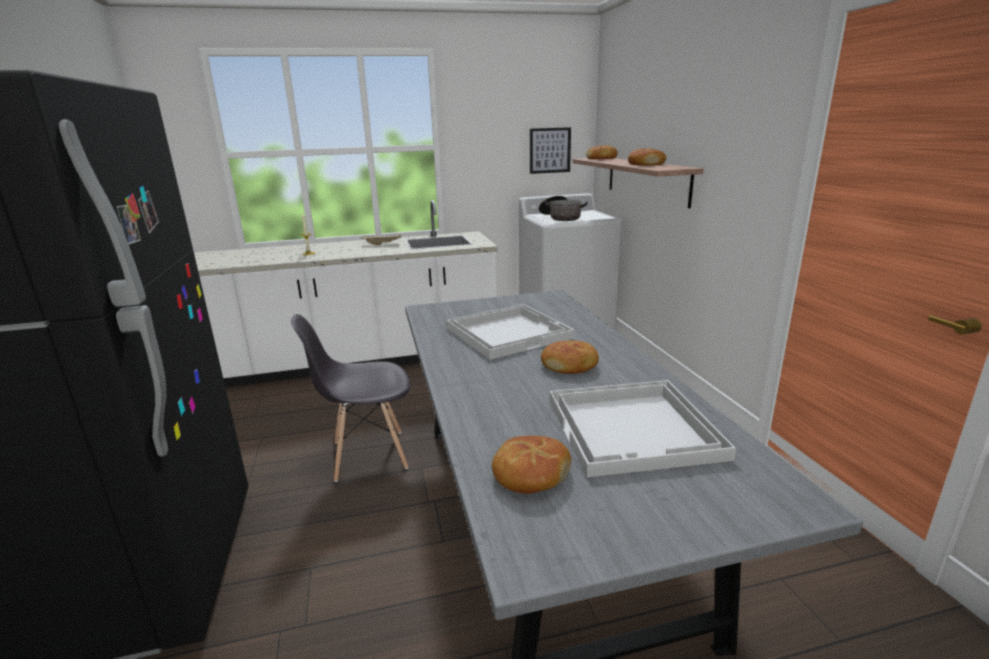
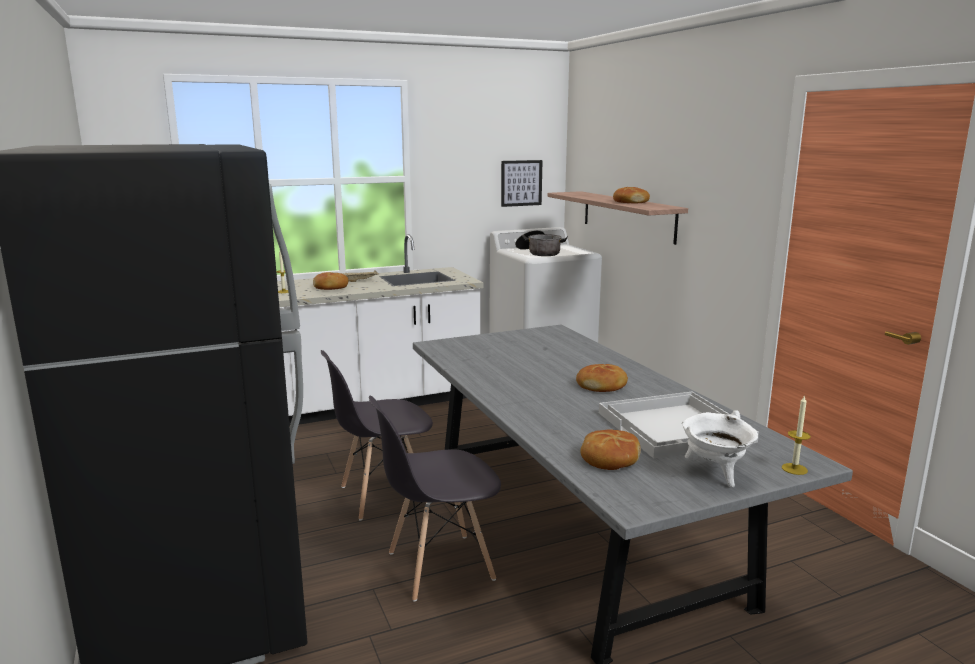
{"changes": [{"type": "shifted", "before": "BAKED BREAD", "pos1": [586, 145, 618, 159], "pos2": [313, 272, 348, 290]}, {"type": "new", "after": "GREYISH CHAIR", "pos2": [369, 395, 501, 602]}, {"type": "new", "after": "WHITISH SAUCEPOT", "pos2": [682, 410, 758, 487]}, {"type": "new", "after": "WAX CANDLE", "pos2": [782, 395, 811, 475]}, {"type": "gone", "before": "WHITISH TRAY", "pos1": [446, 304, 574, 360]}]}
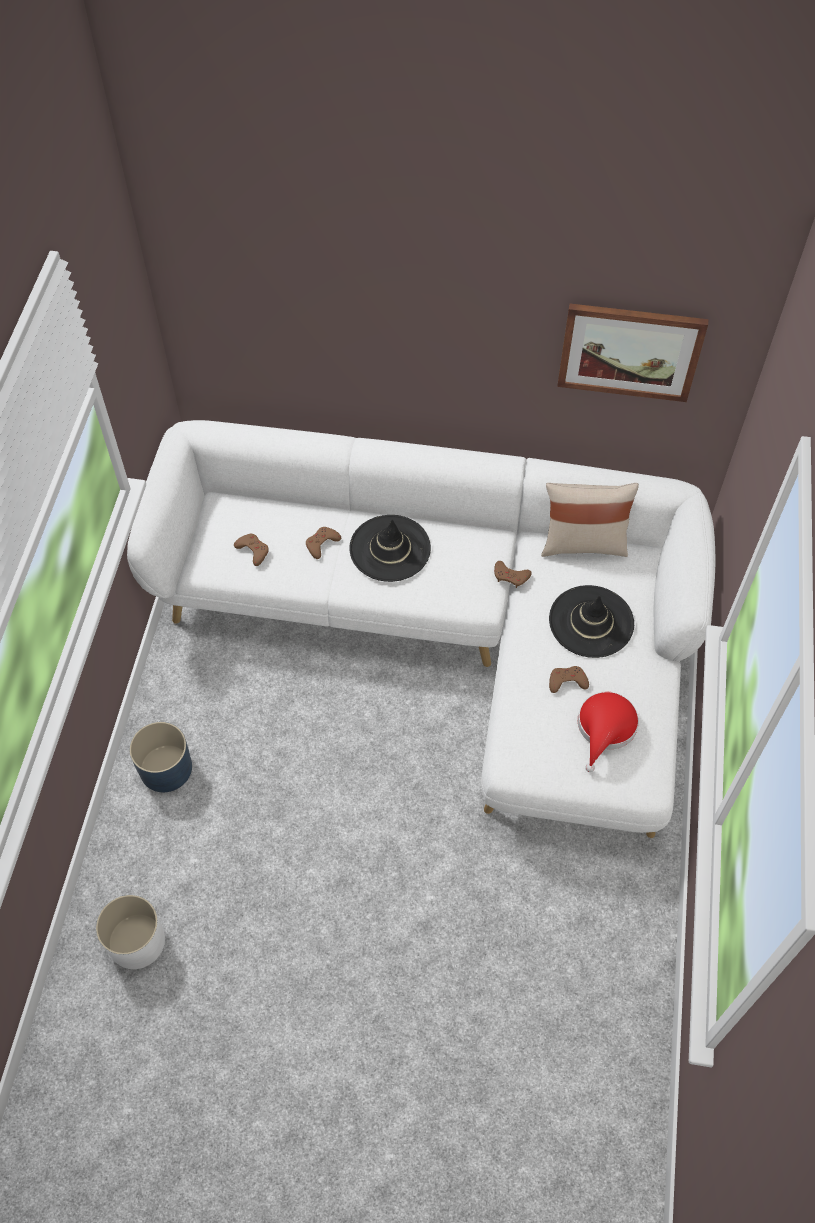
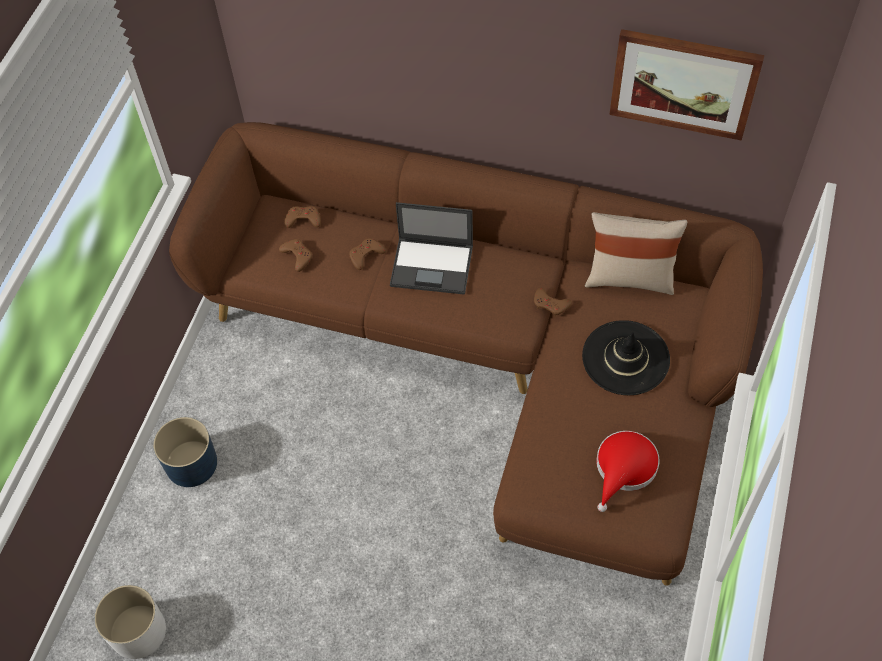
{"changes": [{"type": "repainted", "before": "WHITISH SOFA", "after": "BROWN SOFA", "pos1": [127, 420, 715, 838], "pos2": [169, 122, 763, 586]}, {"type": "shifted", "before": "BROWN GAME CONTROLLER", "pos1": [549, 666, 589, 693], "pos2": [285, 206, 321, 228]}, {"type": "swapped", "before": "BLACKISH CLOTHING HAT", "after": "NOTEBOOK COMPUTER", "pos1": [349, 515, 431, 582], "pos2": [390, 202, 473, 295]}]}
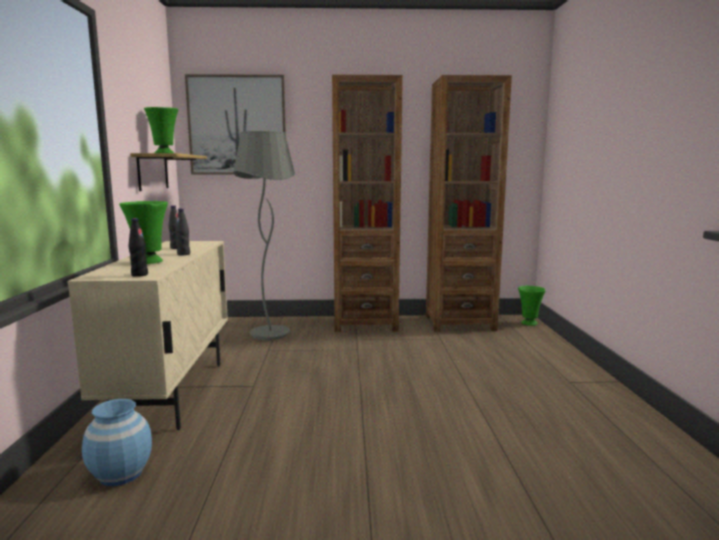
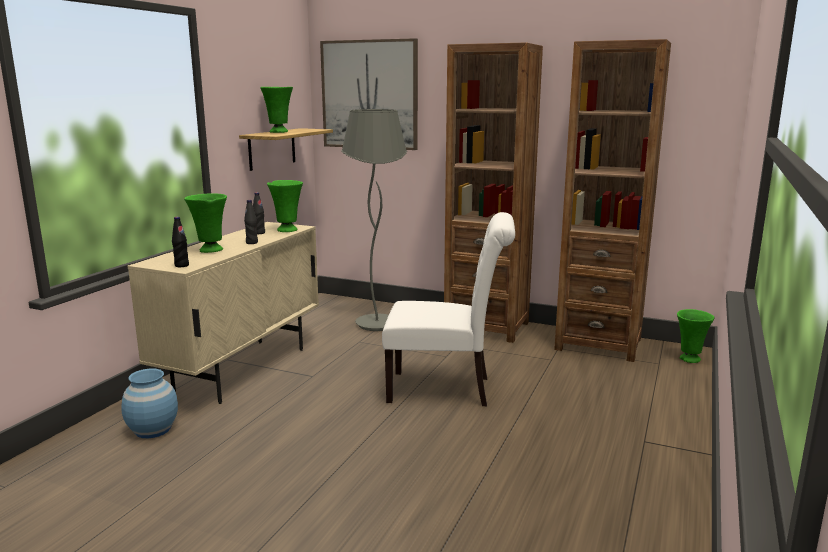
{"changes": [{"type": "new", "after": "GREENISH DECORATIVE VASE", "pos2": [267, 180, 303, 232]}, {"type": "new", "after": "WHITISH CHAIR", "pos2": [382, 212, 515, 406]}]}
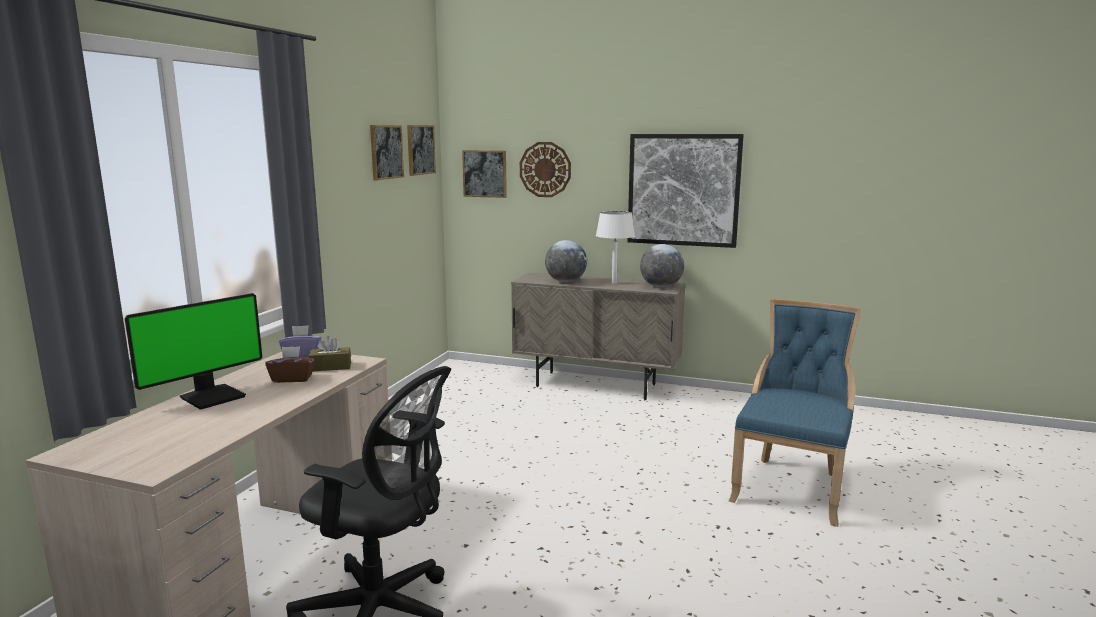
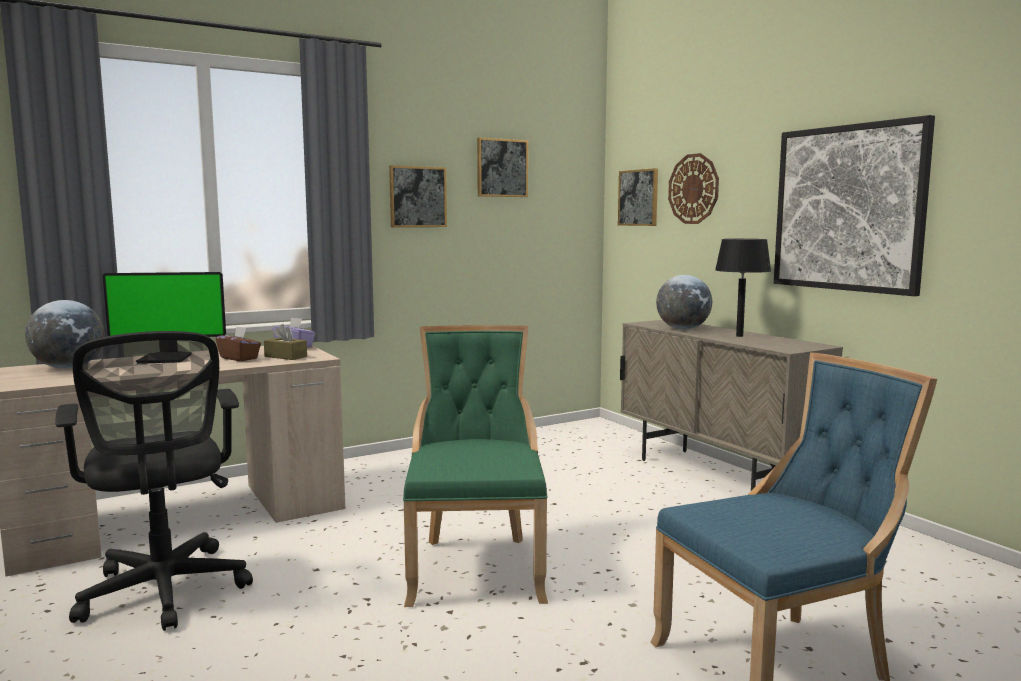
{"changes": [{"type": "shifted", "before": "GLOBE", "pos1": [640, 244, 684, 288], "pos2": [25, 300, 105, 369]}, {"type": "shifted", "before": "PICTURE", "pos1": [407, 125, 436, 176], "pos2": [389, 165, 447, 227]}, {"type": "new", "after": "GREENISH CHAIR", "pos2": [403, 325, 548, 607]}, {"type": "repainted", "before": "WHITISH LAMP FOR A TABLE", "after": "BLACKISH LAMP FOR A TABLE", "pos1": [596, 211, 635, 284], "pos2": [715, 239, 771, 337]}]}
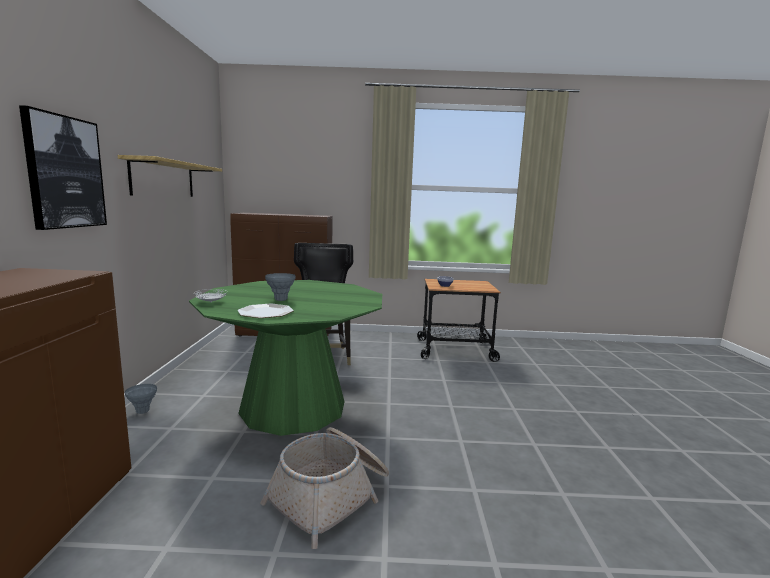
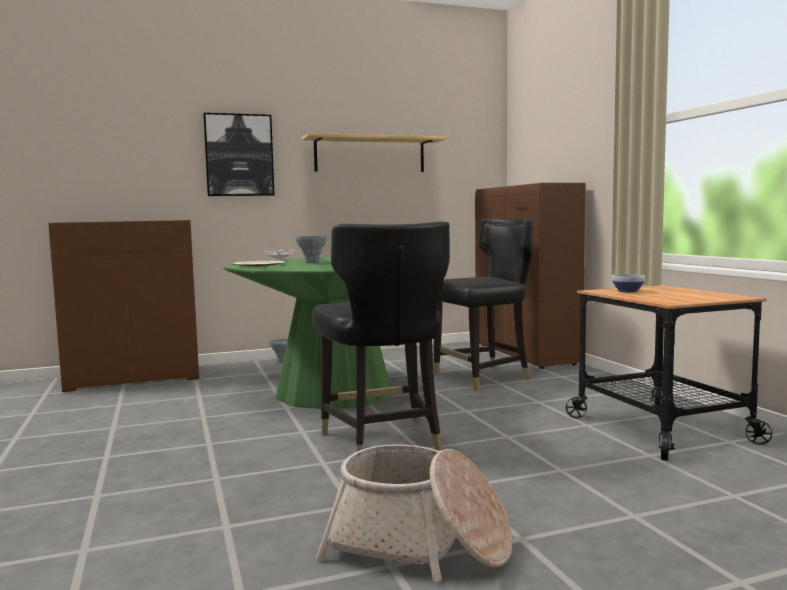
{"changes": [{"type": "new", "after": "BLACKISH CHAIR", "pos2": [312, 221, 450, 452]}, {"type": "shifted", "before": "STORAGE BASKET", "pos1": [260, 427, 389, 549], "pos2": [316, 444, 512, 582]}]}
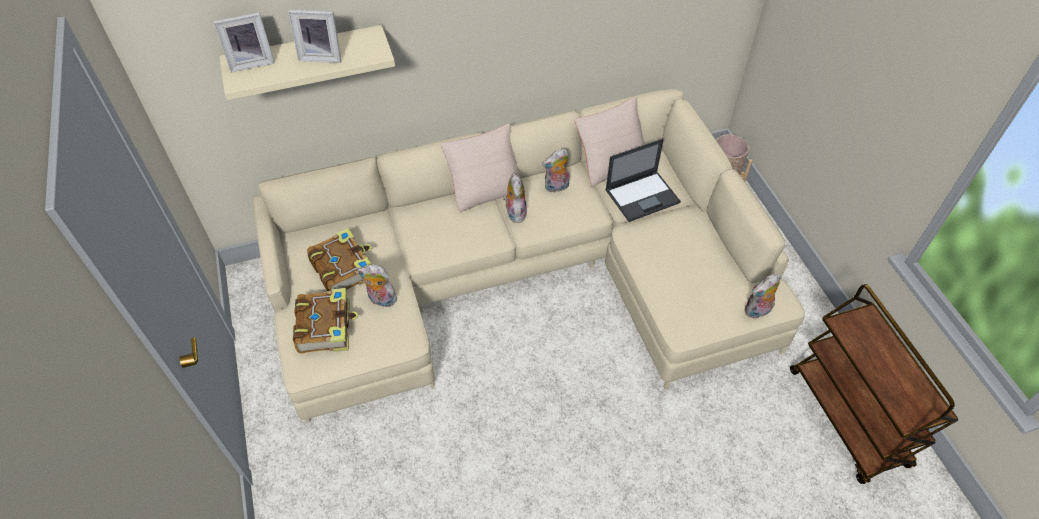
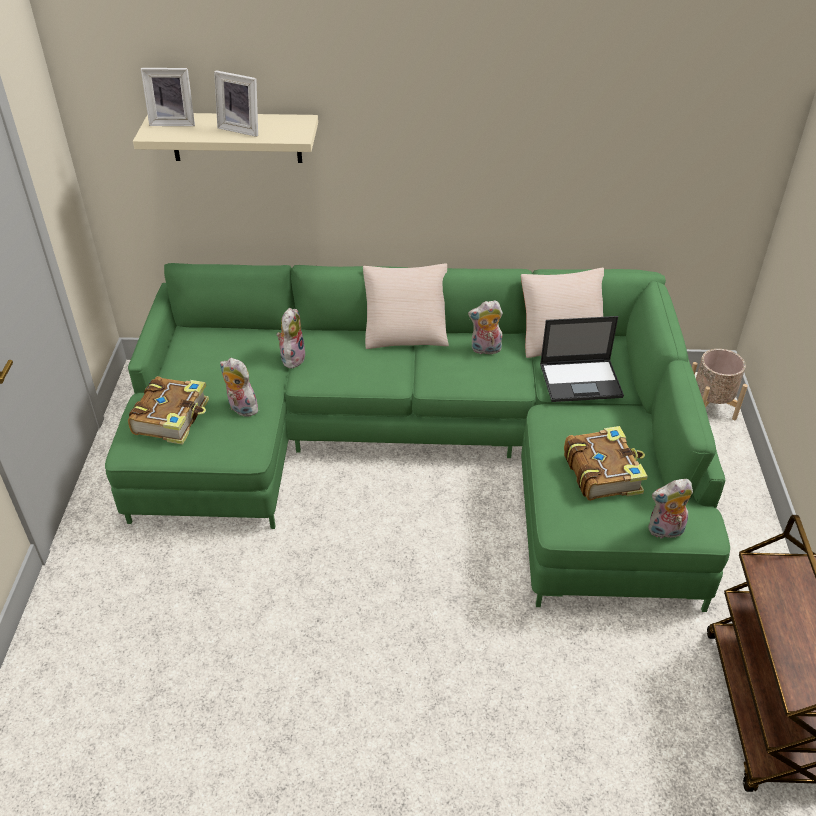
{"changes": [{"type": "repainted", "before": "BEIGE SOFA", "after": "GREENISH SOFA", "pos1": [253, 89, 805, 423], "pos2": [105, 263, 730, 612]}, {"type": "shifted", "before": "SOFT TOY", "pos1": [503, 172, 527, 223], "pos2": [276, 308, 305, 369]}, {"type": "shifted", "before": "BOOK", "pos1": [307, 228, 372, 291], "pos2": [564, 426, 648, 501]}]}
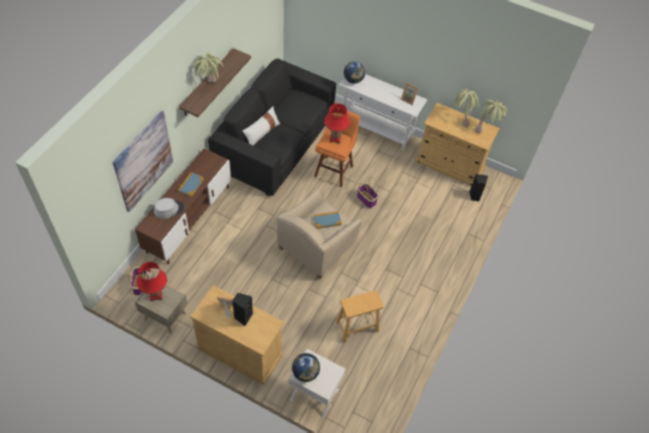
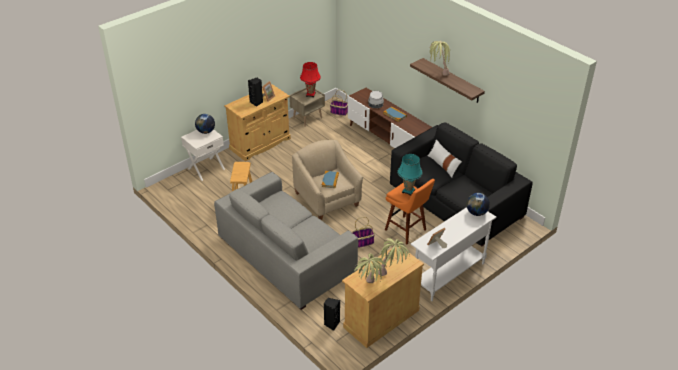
{"changes": [{"type": "new", "after": "GREYISH SOFA", "pos2": [214, 172, 358, 310]}, {"type": "repainted", "before": "REDDISH LAMP FOR A TABLE", "after": "TURQUOISE-COLOURED LAMP FOR A TABLE", "pos1": [324, 103, 350, 144], "pos2": [398, 154, 423, 196]}, {"type": "gone", "before": "PICTURE", "pos1": [112, 111, 173, 212]}]}
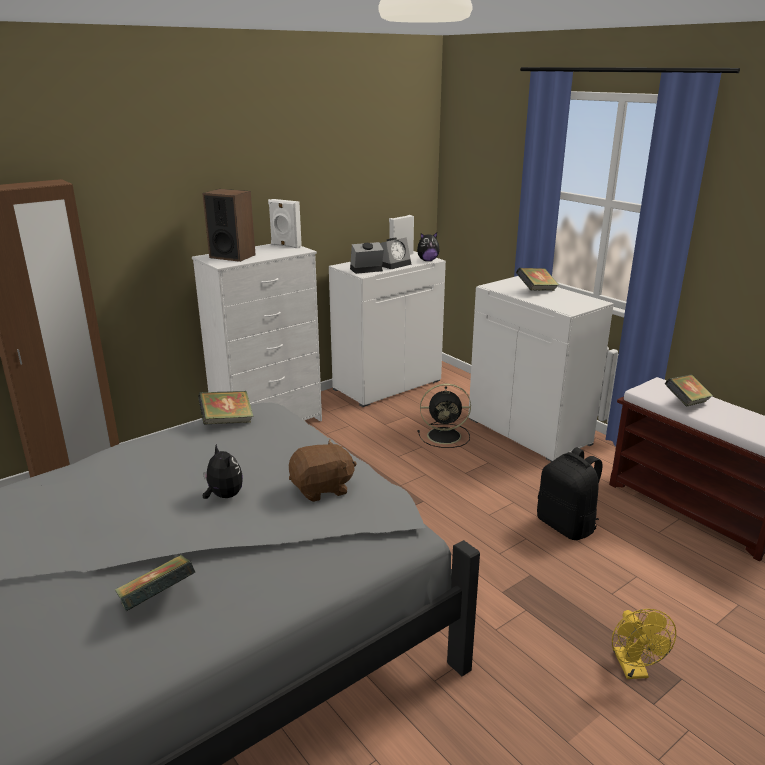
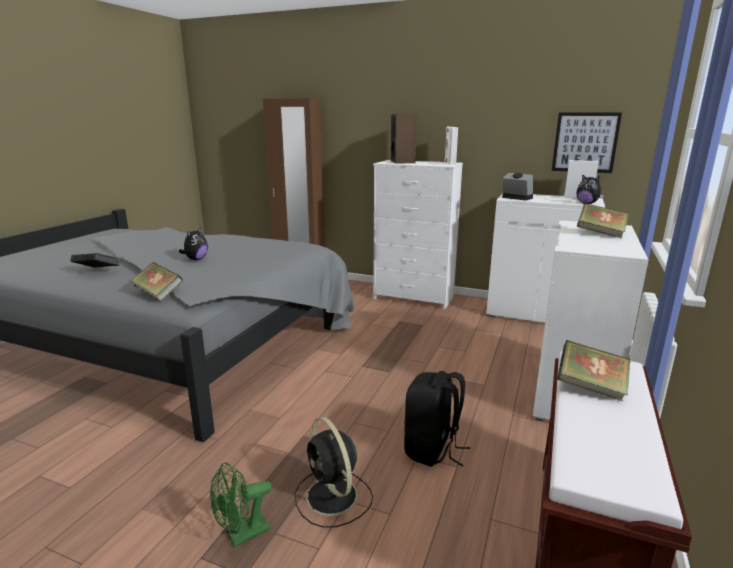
{"changes": [{"type": "shifted", "before": "BOOK", "pos1": [198, 391, 254, 424], "pos2": [131, 262, 183, 302]}, {"type": "repainted", "before": "YELLOW FAN", "after": "GREENISH FAN", "pos1": [612, 609, 676, 679], "pos2": [210, 462, 272, 547]}, {"type": "shifted", "before": "BLACKISH FAN", "pos1": [418, 384, 471, 448], "pos2": [295, 417, 373, 528]}, {"type": "new", "after": "PICTURE", "pos2": [552, 113, 622, 173]}, {"type": "gone", "before": "BROWN SOFT TOY", "pos1": [289, 440, 357, 502]}, {"type": "gone", "before": "BEDSIDE CLOCK", "pos1": [380, 237, 412, 269]}]}
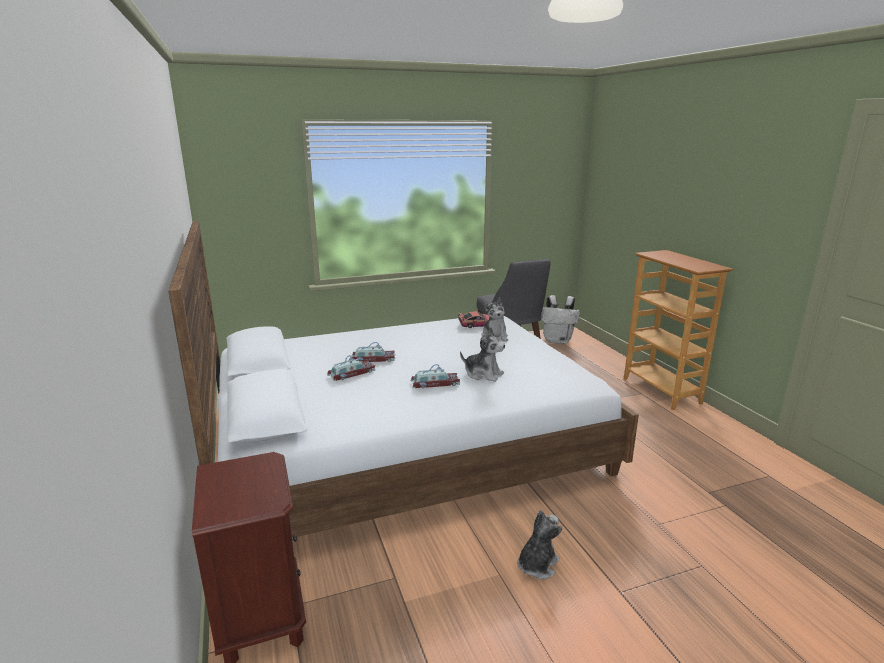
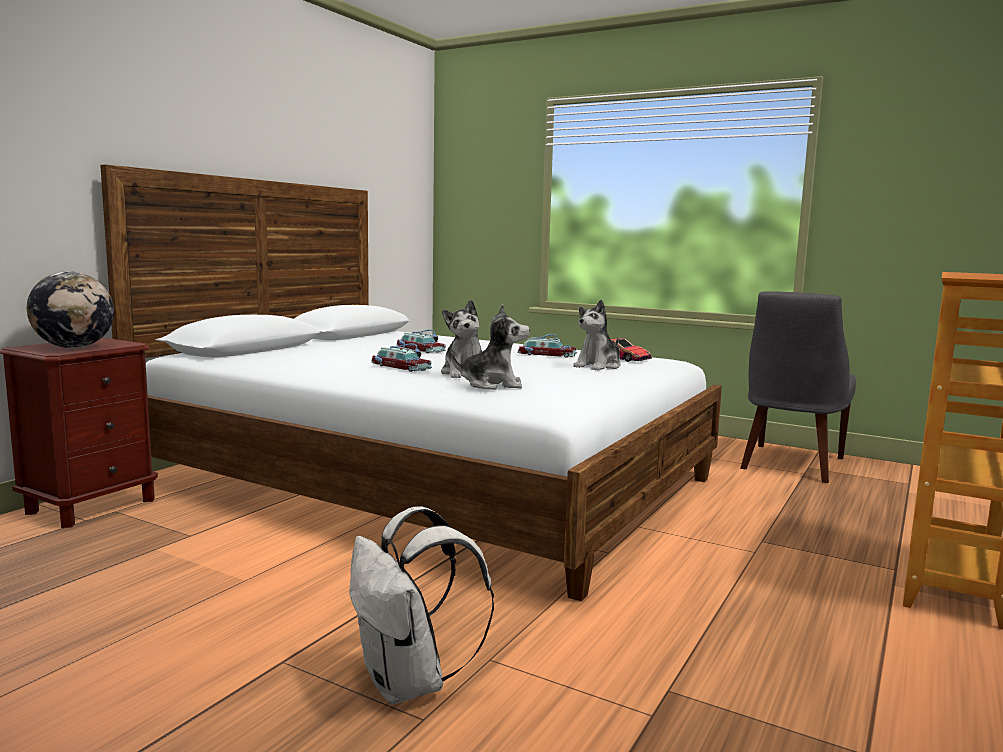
{"changes": [{"type": "new", "after": "GLOBE", "pos2": [27, 271, 114, 348]}, {"type": "shifted", "before": "WHITISH KNAPSACK", "pos1": [542, 295, 580, 344], "pos2": [349, 506, 494, 705]}, {"type": "shifted", "before": "SOFT TOY", "pos1": [517, 510, 562, 580], "pos2": [451, 304, 530, 390]}, {"type": "shifted", "before": "MINIATURE CAR", "pos1": [327, 355, 375, 381], "pos2": [517, 334, 577, 358]}]}
